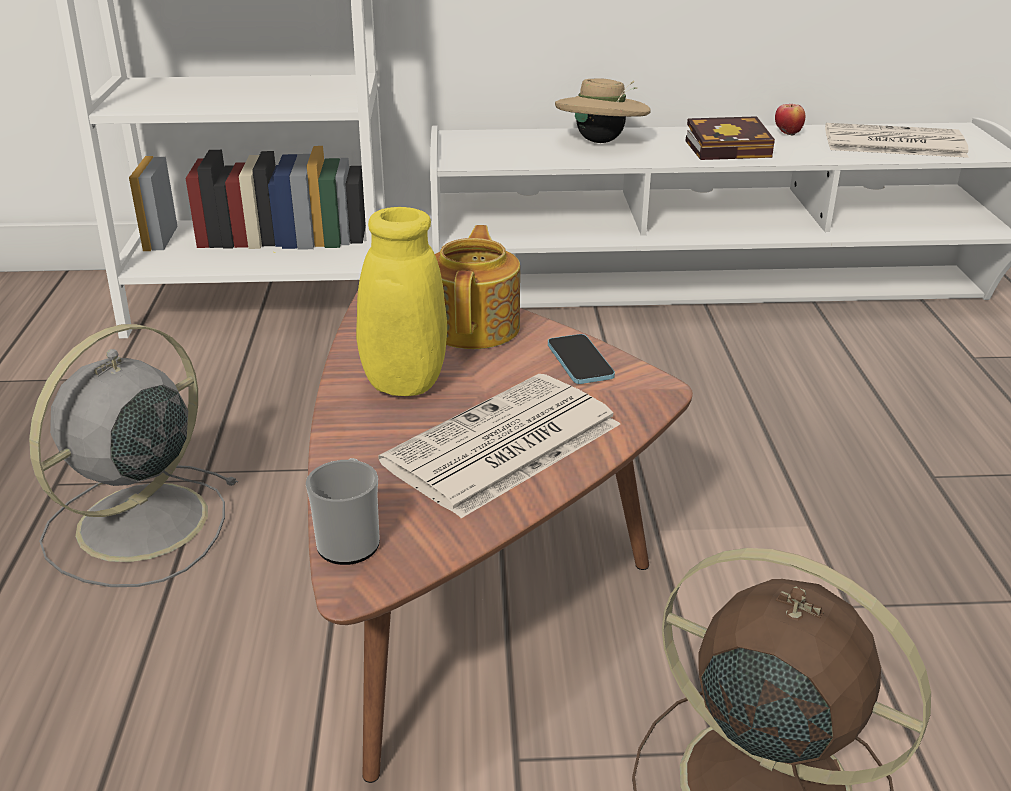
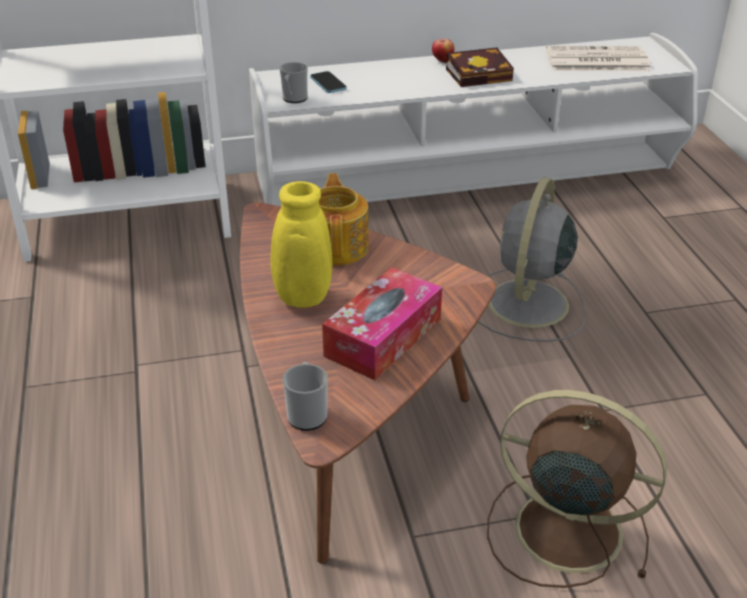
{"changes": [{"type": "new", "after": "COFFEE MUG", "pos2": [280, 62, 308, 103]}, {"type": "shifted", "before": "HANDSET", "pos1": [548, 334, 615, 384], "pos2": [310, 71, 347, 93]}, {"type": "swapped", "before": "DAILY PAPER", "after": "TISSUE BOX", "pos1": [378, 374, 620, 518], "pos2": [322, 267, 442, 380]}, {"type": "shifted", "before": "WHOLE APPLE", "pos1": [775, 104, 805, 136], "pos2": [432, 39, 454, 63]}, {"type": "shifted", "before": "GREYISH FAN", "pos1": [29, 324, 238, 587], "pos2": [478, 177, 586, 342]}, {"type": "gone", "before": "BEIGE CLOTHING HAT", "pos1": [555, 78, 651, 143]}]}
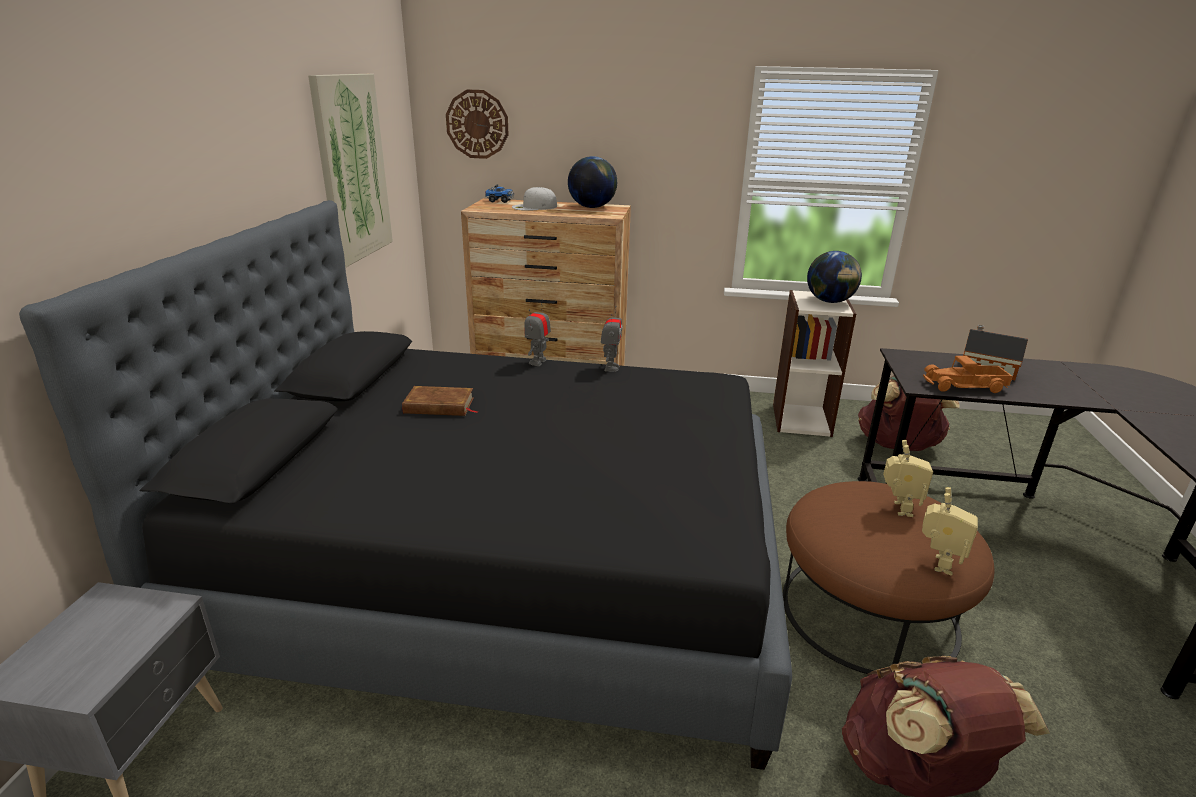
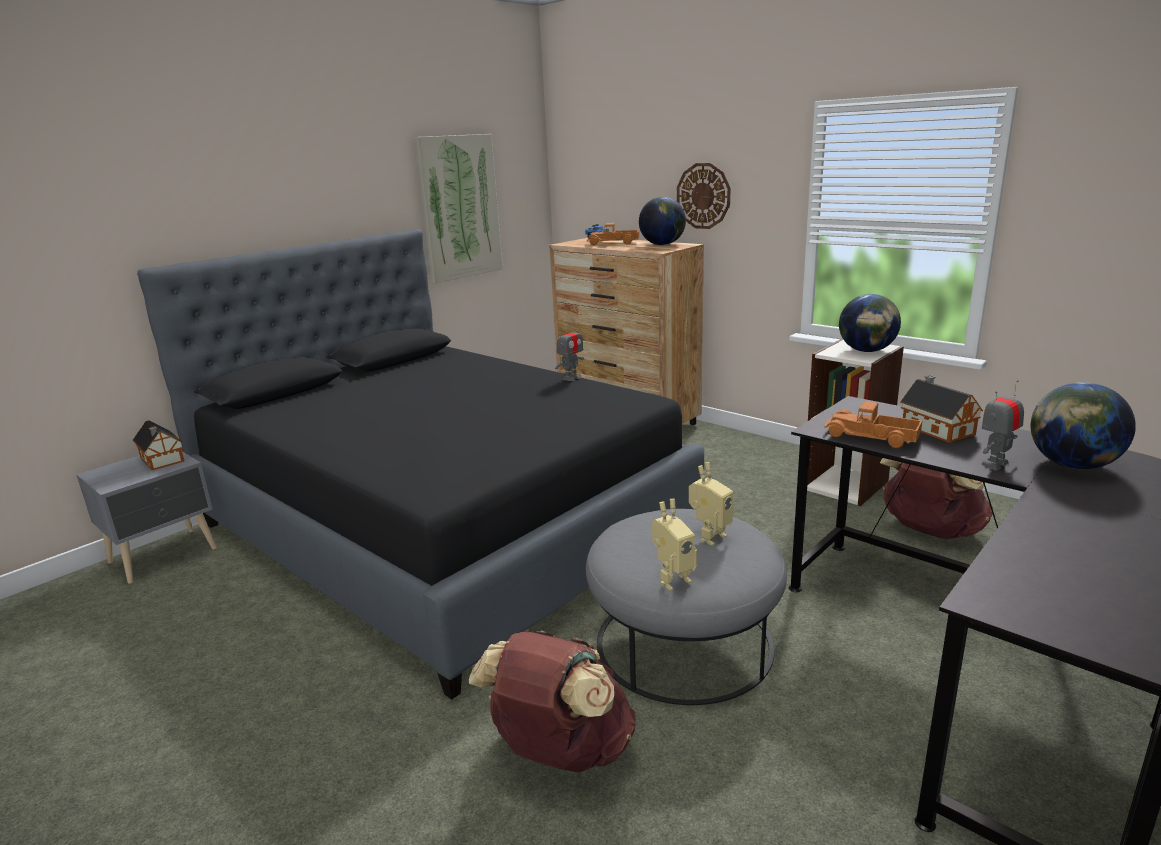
{"changes": [{"type": "new", "after": "MINIATURE HOUSE", "pos2": [133, 420, 184, 470]}, {"type": "repainted", "before": "BROWN OTTOMAN", "after": "GREYISH OTTOMAN", "pos1": [783, 481, 994, 674], "pos2": [586, 509, 787, 705]}, {"type": "swapped", "before": "WHITISH CAP", "after": "MODEL TRUCK", "pos1": [512, 187, 557, 211], "pos2": [587, 223, 639, 245]}, {"type": "shifted", "before": "CLOCK ON THE WALL", "pos1": [446, 90, 509, 159], "pos2": [677, 163, 731, 229]}, {"type": "shifted", "before": "TOY ROBOT", "pos1": [524, 299, 551, 366], "pos2": [981, 380, 1024, 471]}, {"type": "new", "after": "GLOBE", "pos2": [1031, 382, 1136, 469]}, {"type": "gone", "before": "BROWN BOOK", "pos1": [402, 386, 479, 416]}]}
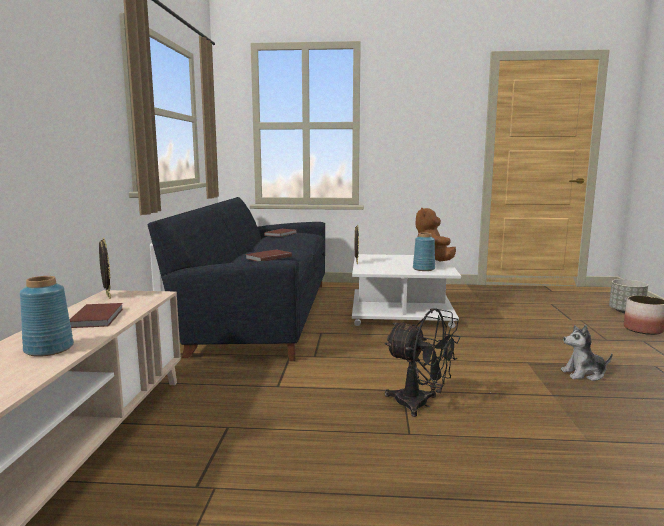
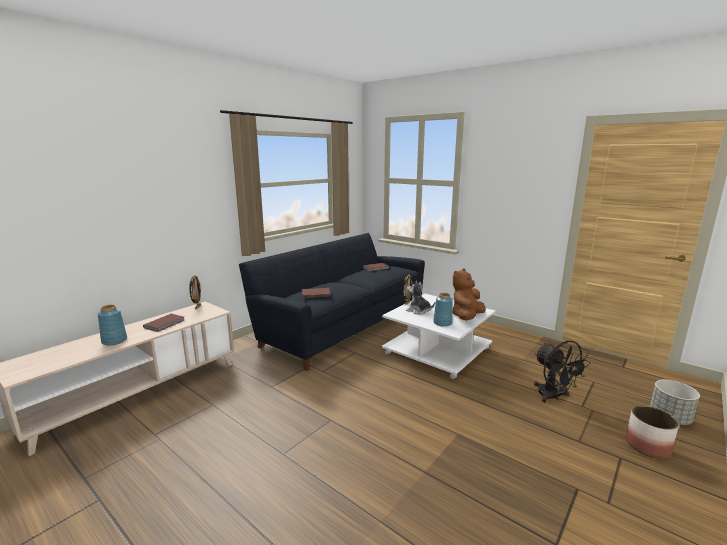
{"changes": [{"type": "shifted", "before": "SOFT TOY", "pos1": [561, 325, 613, 381], "pos2": [406, 281, 435, 315]}, {"type": "shifted", "before": "BLACKISH FAN", "pos1": [385, 308, 460, 417], "pos2": [534, 340, 591, 403]}]}
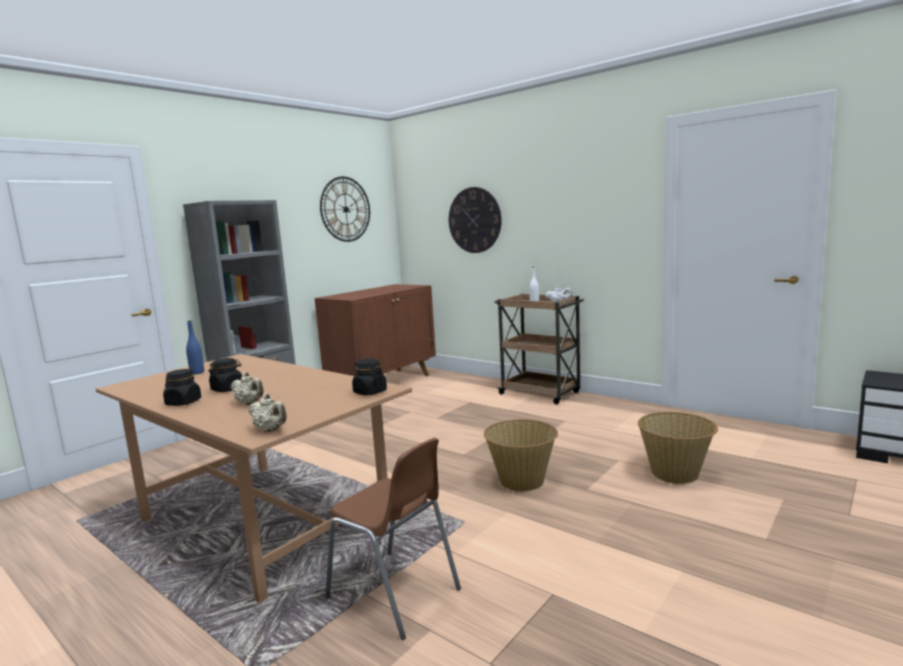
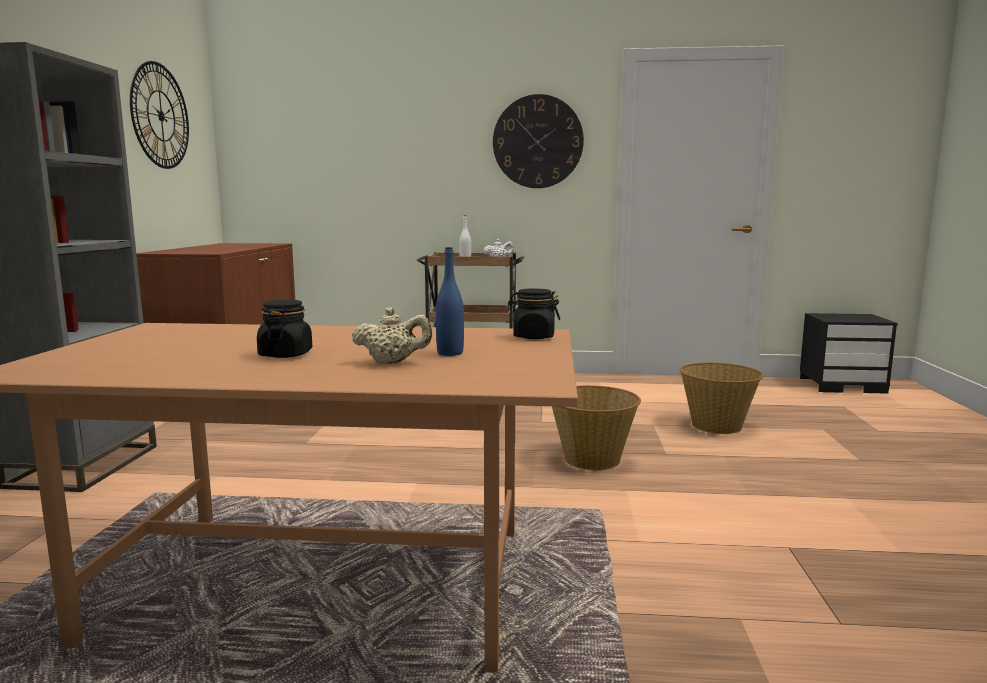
{"changes": [{"type": "shifted", "before": "BLUISH DRINK BOTTLE", "pos1": [186, 321, 204, 375], "pos2": [436, 247, 464, 356]}, {"type": "shifted", "before": "CLOCK ON THE WALL", "pos1": [449, 187, 502, 253], "pos2": [493, 94, 584, 188]}, {"type": "gone", "before": "BLACKISH STORAGE JAR", "pos1": [163, 369, 201, 406]}, {"type": "gone", "before": "BEIGE TEA POT", "pos1": [249, 393, 287, 432]}, {"type": "gone", "before": "BROWN CHAIR", "pos1": [325, 438, 461, 640]}]}
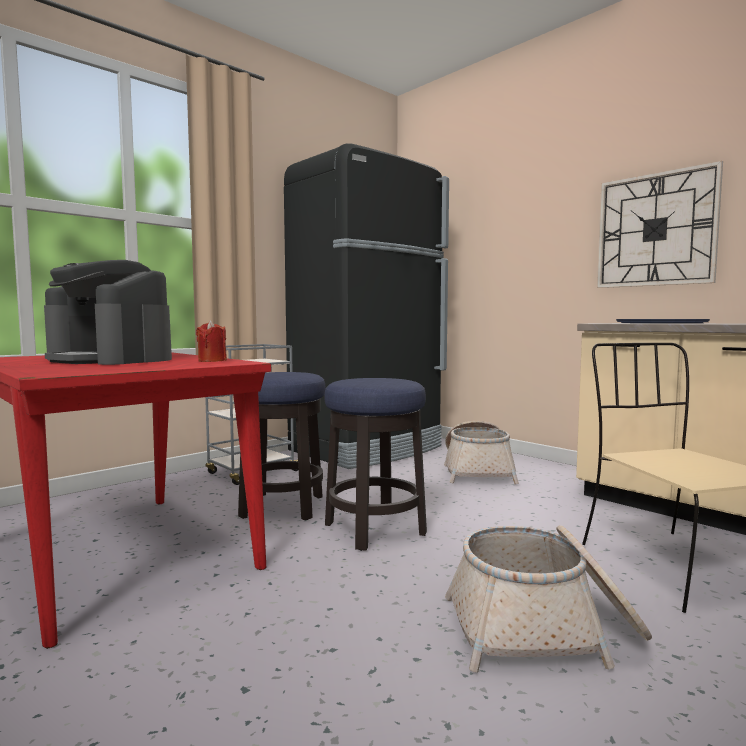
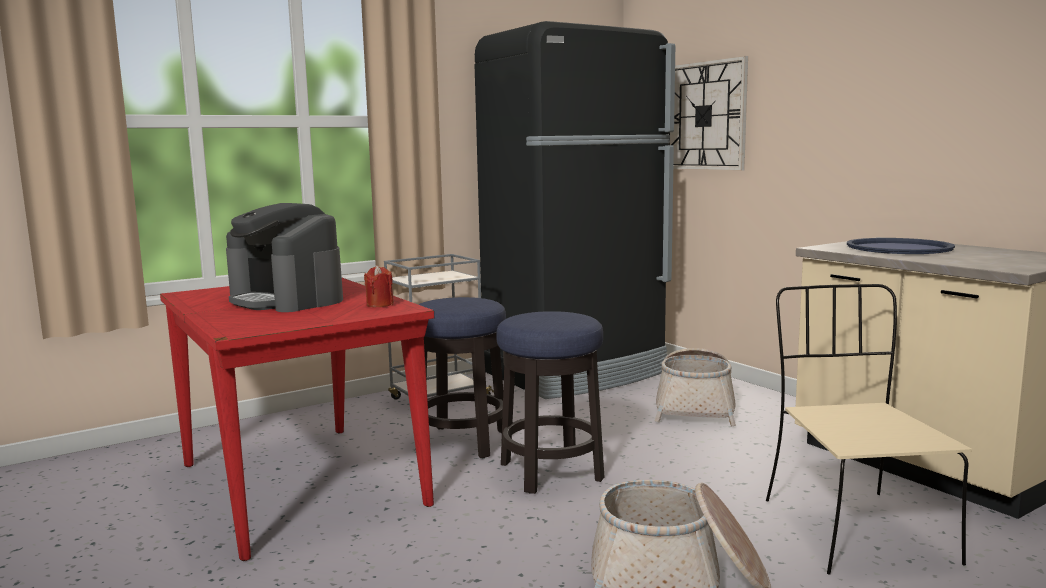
{"changes": [{"type": "shifted", "before": "CLOCK ON THE WALL", "pos1": [597, 160, 723, 288], "pos2": [668, 56, 748, 171]}]}
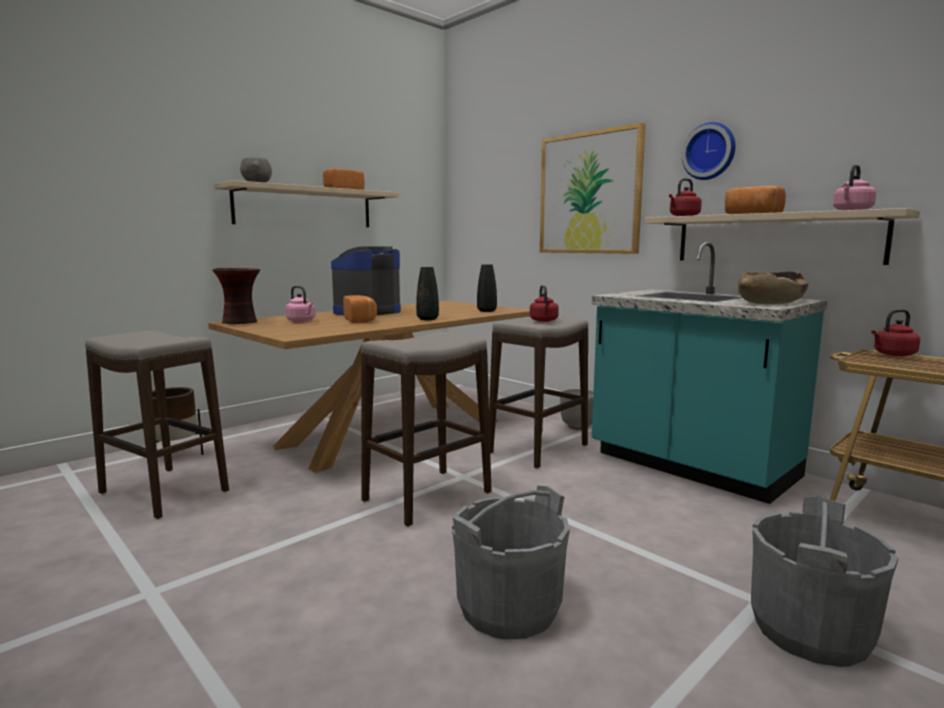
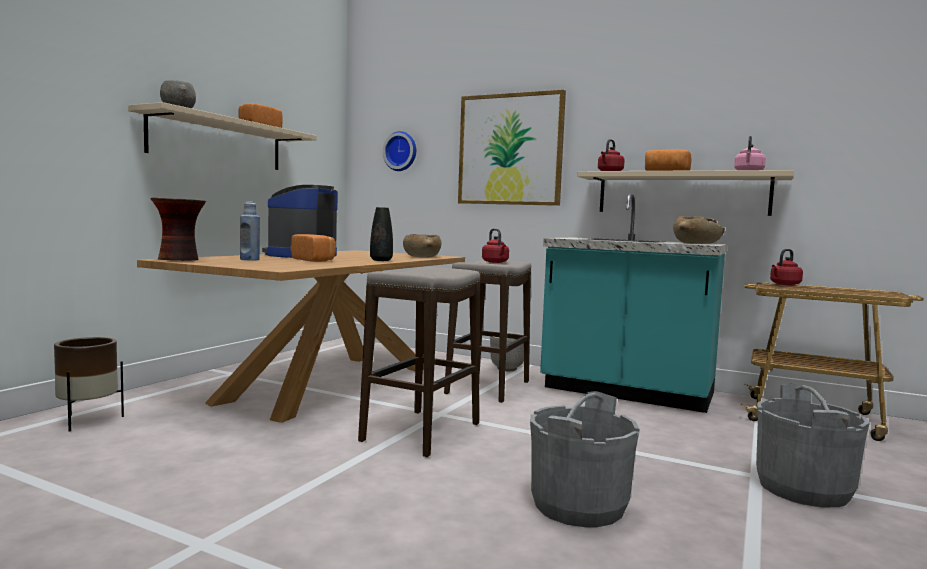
{"changes": [{"type": "swapped", "before": "PINK-COLOURED KETTLE", "after": "BLUISH DRINK BOTTLE", "pos1": [285, 286, 315, 322], "pos2": [240, 202, 260, 260]}, {"type": "shifted", "before": "CLOCK ON THE WALL", "pos1": [682, 122, 736, 180], "pos2": [383, 131, 416, 171]}, {"type": "swapped", "before": "BLACKISH DECORATIVE VASE", "after": "BROWN DEEP DISH", "pos1": [477, 264, 497, 312], "pos2": [403, 234, 442, 258]}, {"type": "gone", "before": "STOOL SEAT", "pos1": [85, 330, 229, 519]}]}
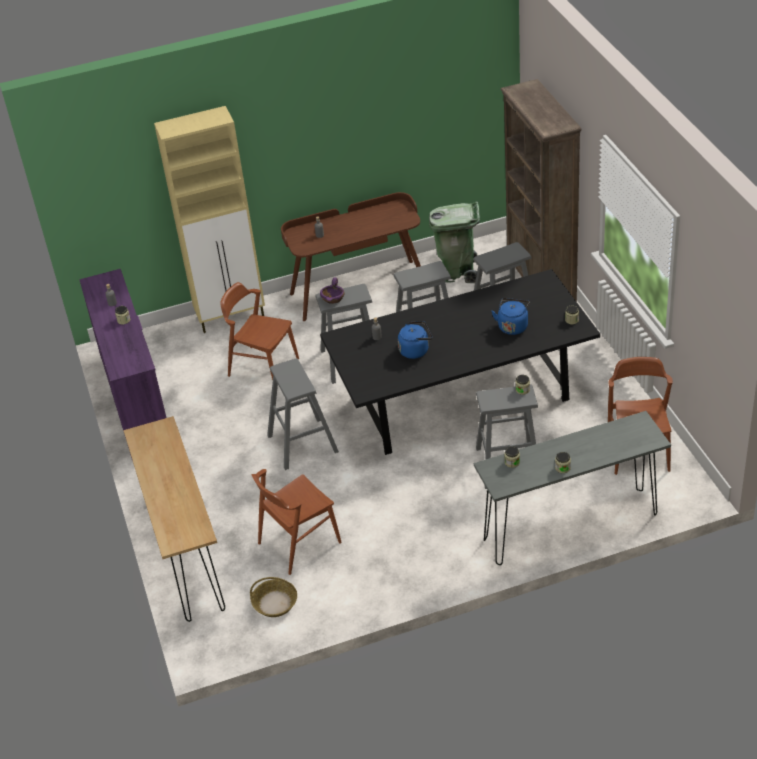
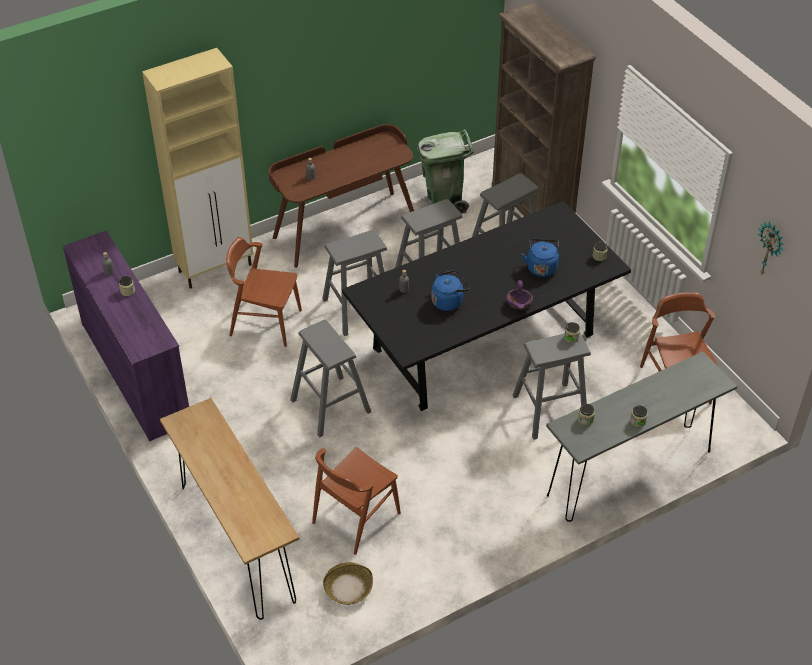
{"changes": [{"type": "shifted", "before": "PURPLE-COLOURED DEEP DISH", "pos1": [320, 277, 345, 304], "pos2": [506, 280, 533, 310]}, {"type": "new", "after": "CLOCK ON THE WALL", "pos2": [758, 221, 784, 276]}]}
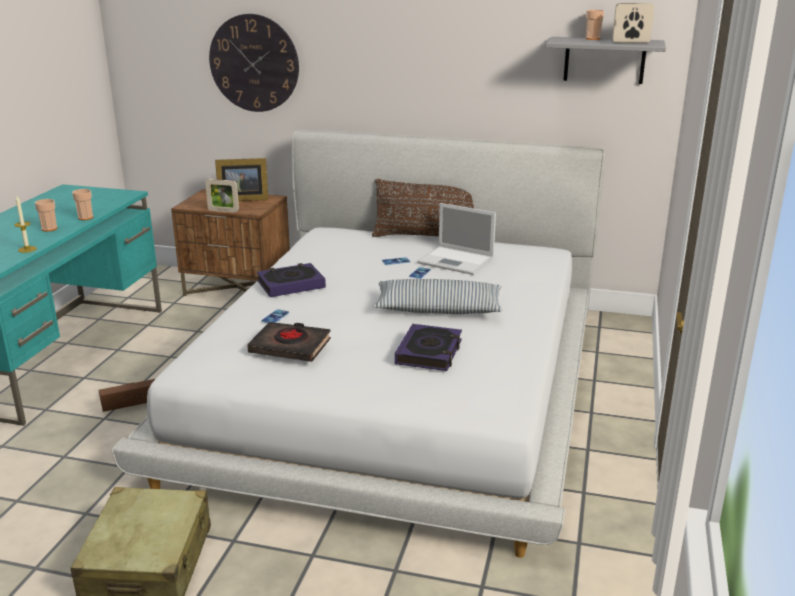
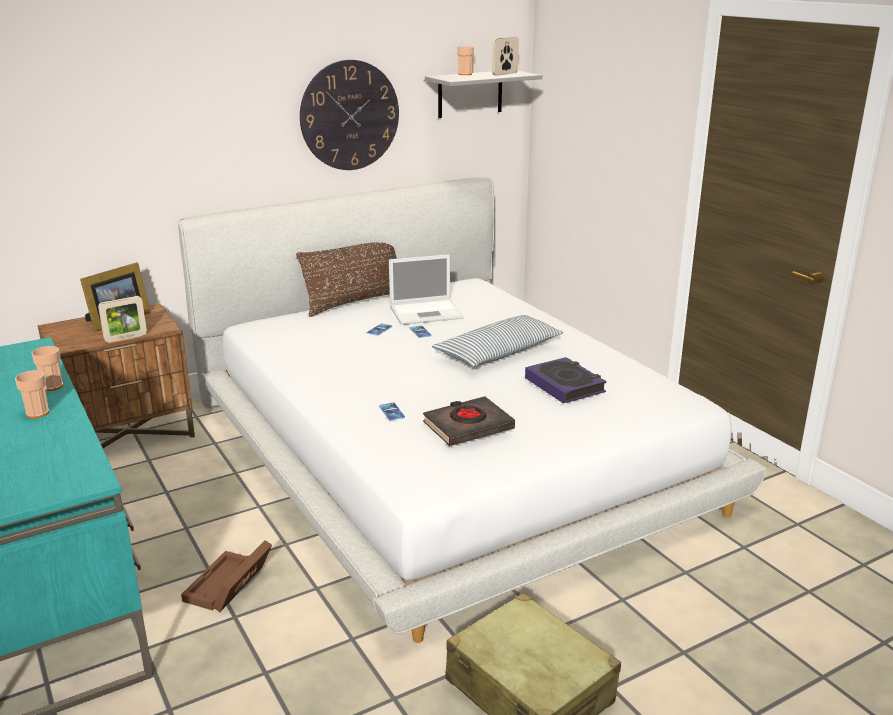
{"changes": [{"type": "shifted", "before": "CLOCK ON THE WALL", "pos1": [209, 14, 299, 112], "pos2": [300, 60, 399, 170]}, {"type": "gone", "before": "WAX CANDLE", "pos1": [14, 196, 37, 253]}, {"type": "gone", "before": "BOOK", "pos1": [257, 263, 326, 297]}]}
